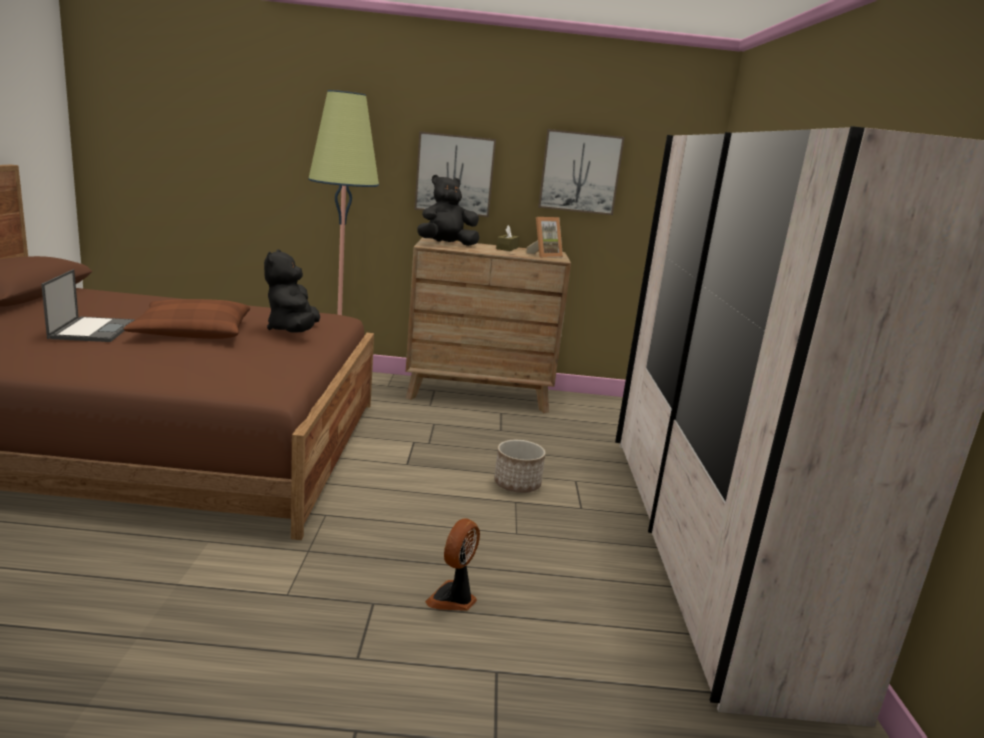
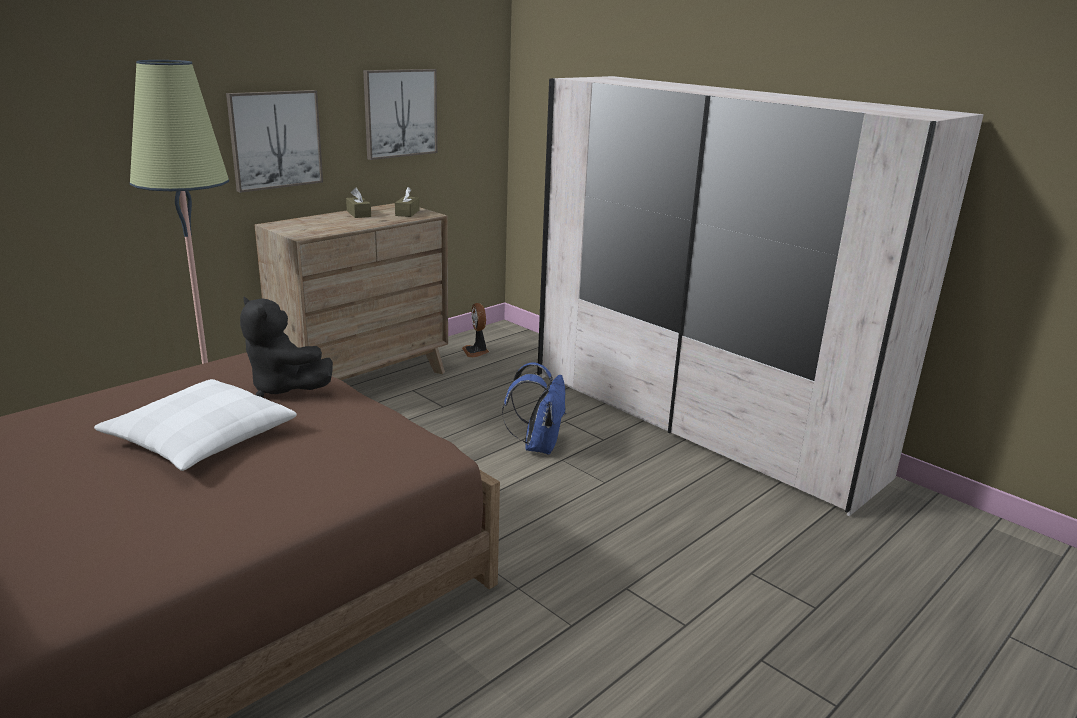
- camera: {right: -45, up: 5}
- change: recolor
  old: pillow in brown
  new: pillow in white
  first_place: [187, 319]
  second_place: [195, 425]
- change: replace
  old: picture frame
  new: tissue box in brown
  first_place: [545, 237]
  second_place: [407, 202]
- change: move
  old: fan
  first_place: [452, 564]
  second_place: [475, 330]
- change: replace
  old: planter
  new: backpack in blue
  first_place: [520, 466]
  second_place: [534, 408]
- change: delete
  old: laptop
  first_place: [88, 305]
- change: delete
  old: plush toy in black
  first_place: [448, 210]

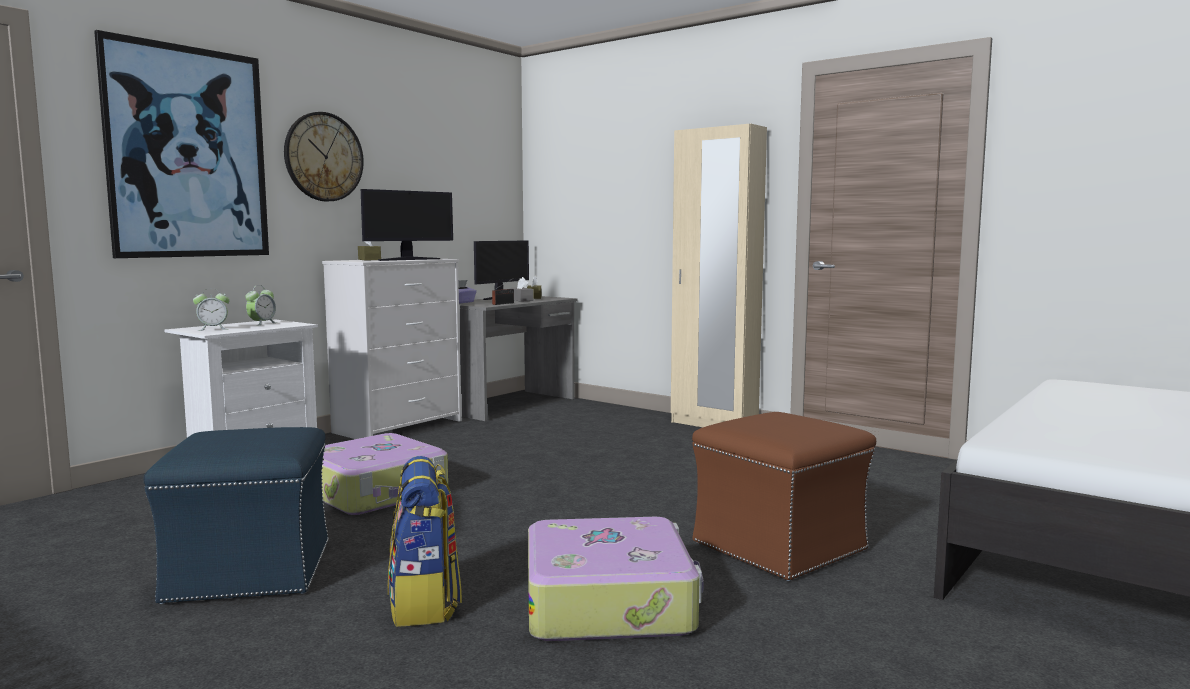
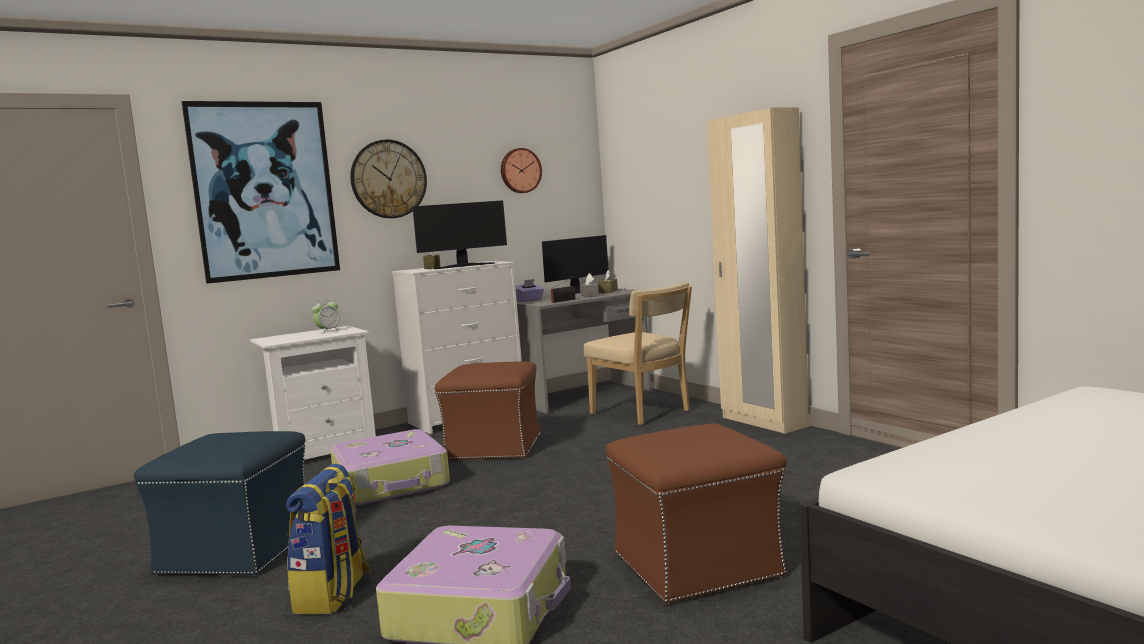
- camera: {right: 20, up: 0}
- change: insert
  new: ottoman in brown
  second_place: [487, 410]
- change: insert
  new: wall clock
  second_place: [521, 170]
- change: insert
  new: chair in beige
  second_place: [638, 353]
- change: delete
  old: alarm clock
  first_place: [211, 309]

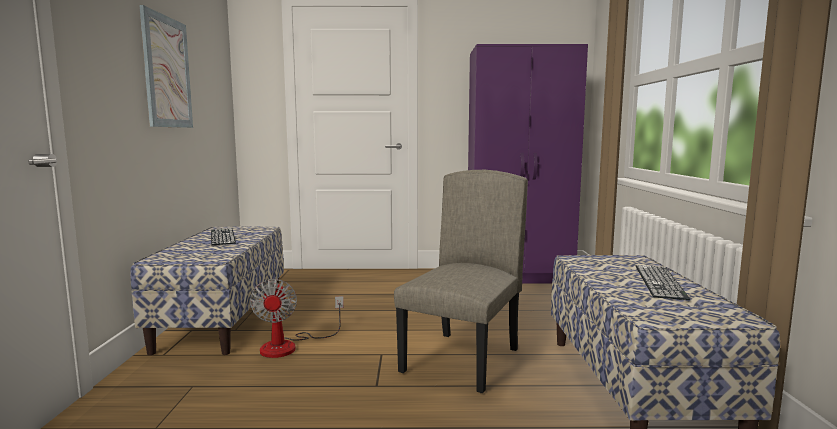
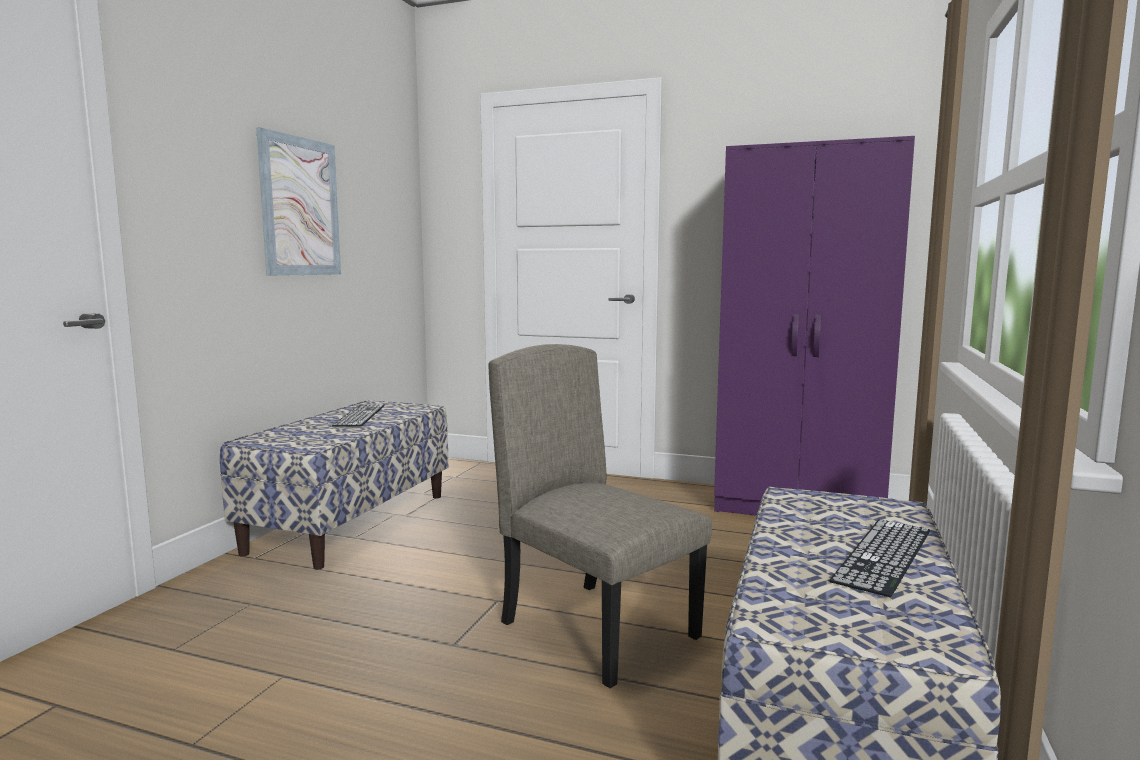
- camera: {right: 20, up: 0}
- change: rotate
  old: chair in beige
  first_place: [461, 281]
  second_place: [600, 516]
  degrees: -90
- change: delete
  old: fan
  first_place: [297, 318]

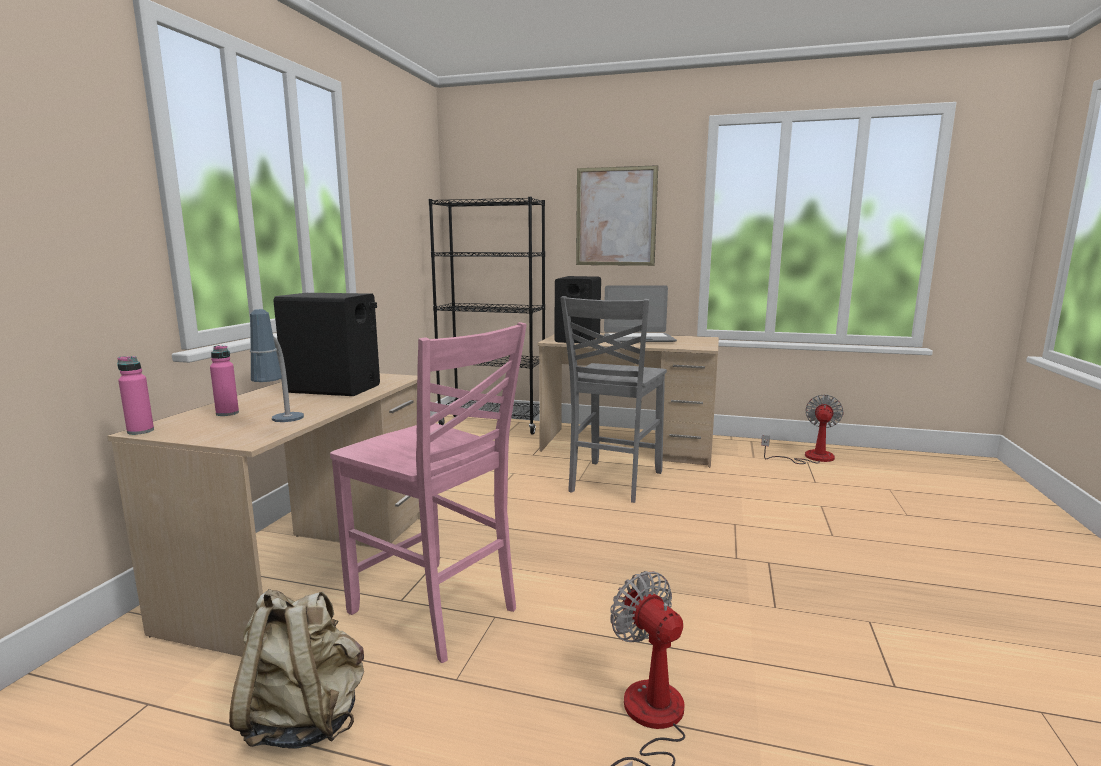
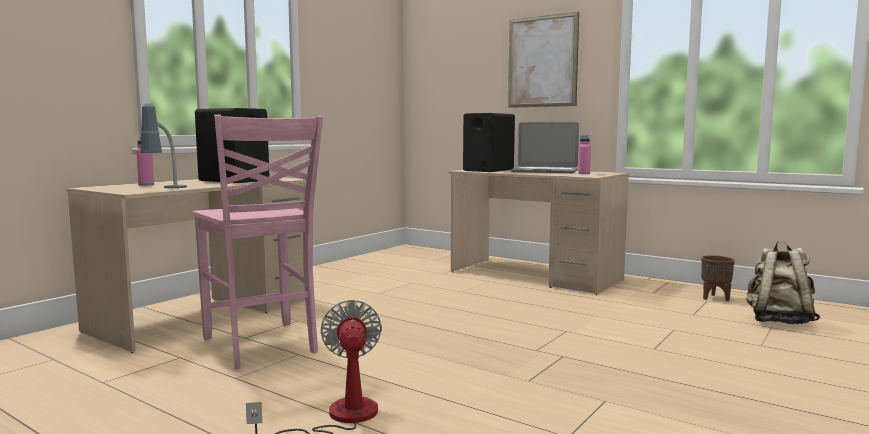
- camera: {right: 20, up: -5}
- change: move
  old: bottle in pink
  first_place: [135, 395]
  second_place: [584, 154]
- change: replace
  old: fan
  new: planter in brown
  first_place: [802, 429]
  second_place: [718, 278]
- change: move
  old: backpack in beige
  first_place: [296, 669]
  second_place: [783, 282]
- change: delete
  old: bookcase in black
  first_place: [487, 316]
- change: delete
  old: chair in grey
  first_place: [613, 399]

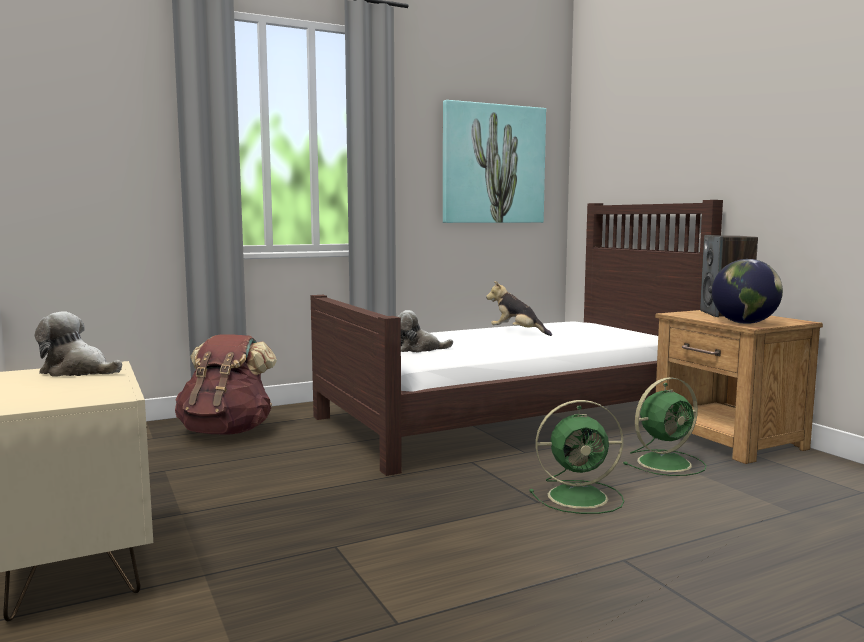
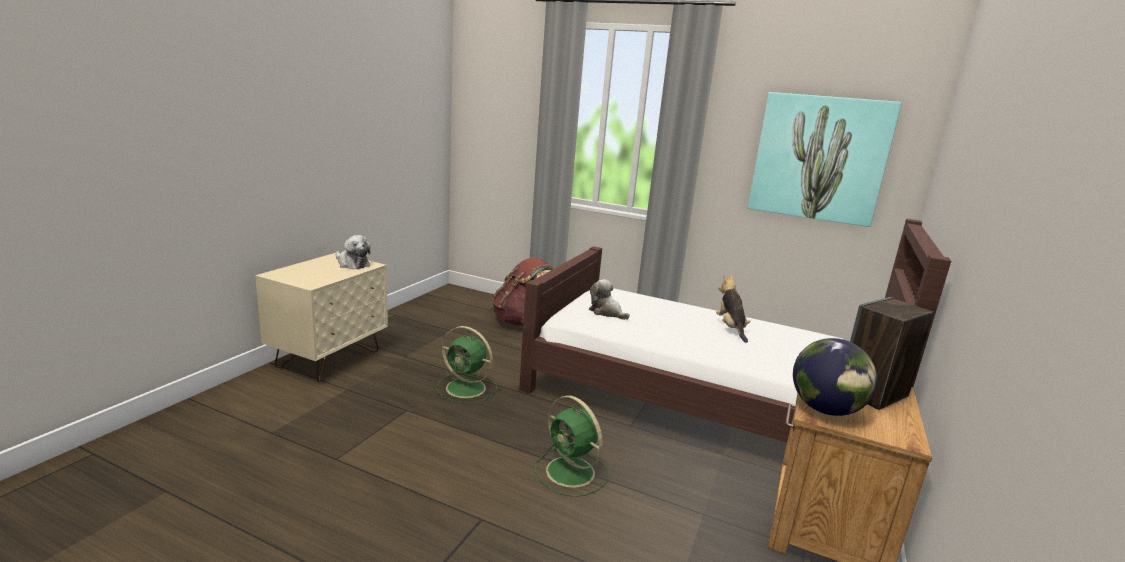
- camera: {right: 50, up: 10}
- change: rotate
  old: plush toy
  first_place: [78, 344]
  second_place: [353, 252]
  degrees: 150
- change: move
  old: fan in green
  first_place: [665, 426]
  second_place: [466, 365]

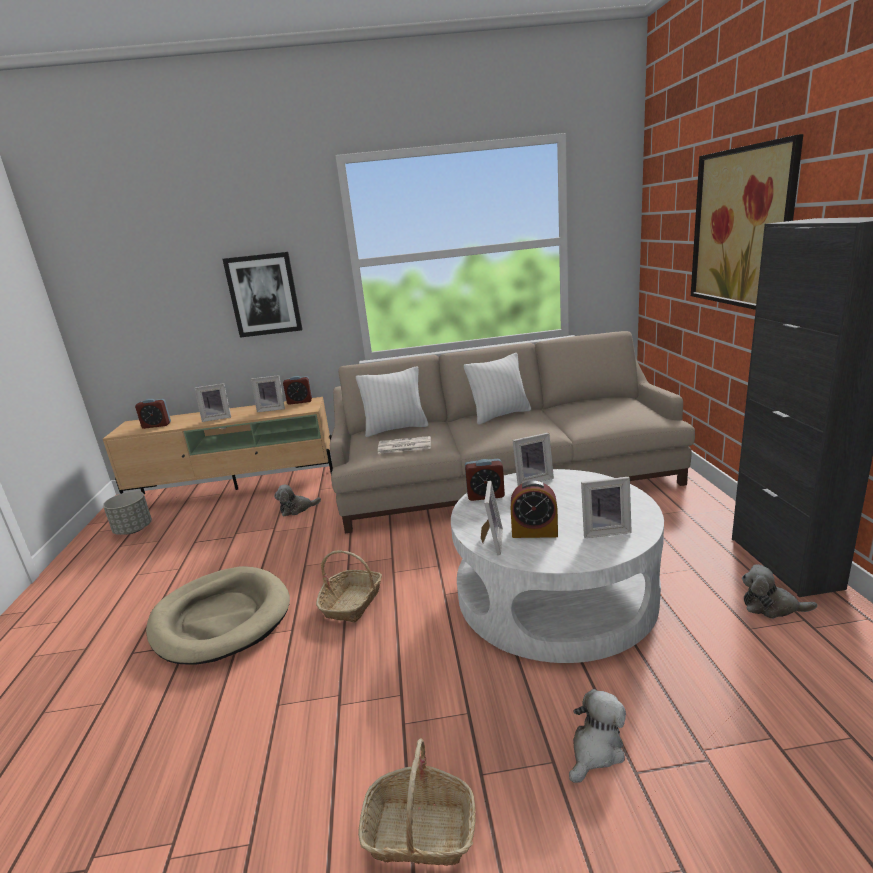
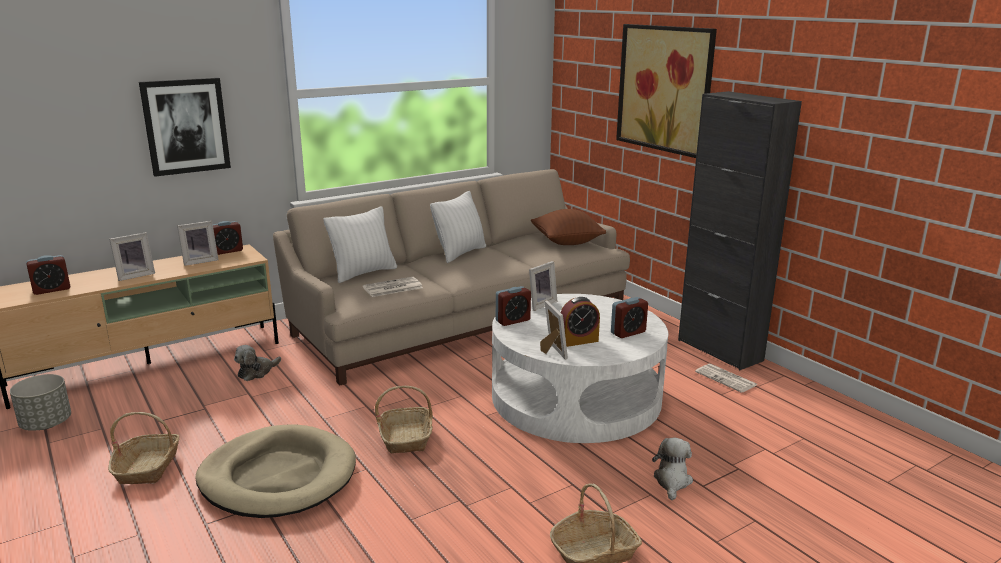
- camera: {right: -30, up: 0}
- change: insert
  new: basket
  second_place: [144, 448]
- change: insert
  new: pillow in brown
  second_place: [568, 227]
- change: replace
  old: picture frame
  new: alarm clock
  first_place: [606, 507]
  second_place: [629, 317]
- change: replace
  old: plush toy
  new: newspaper
  first_place: [779, 592]
  second_place: [726, 378]

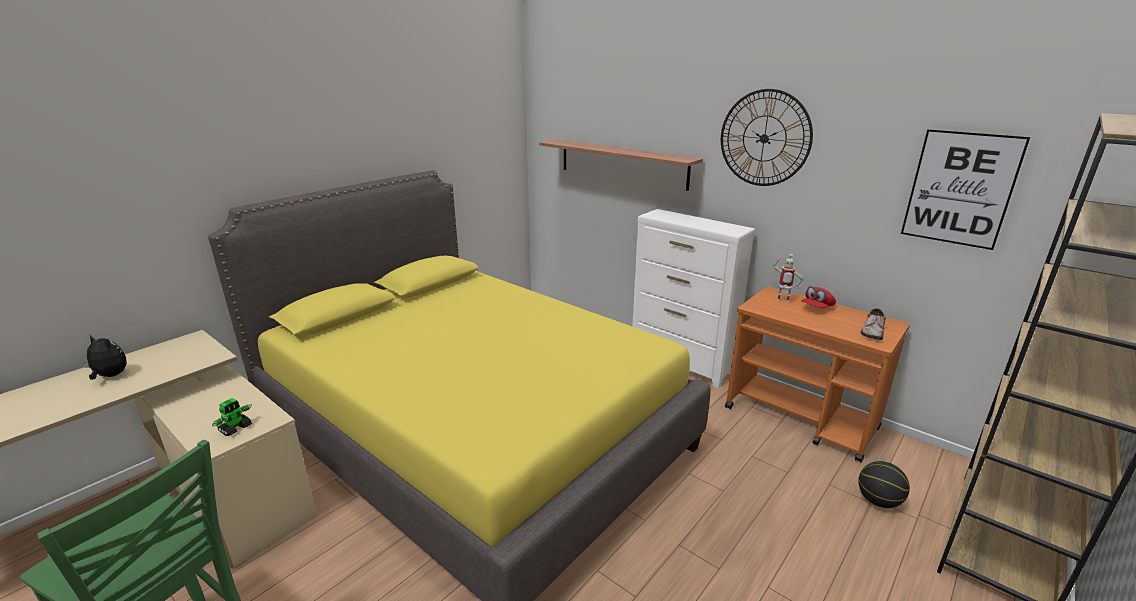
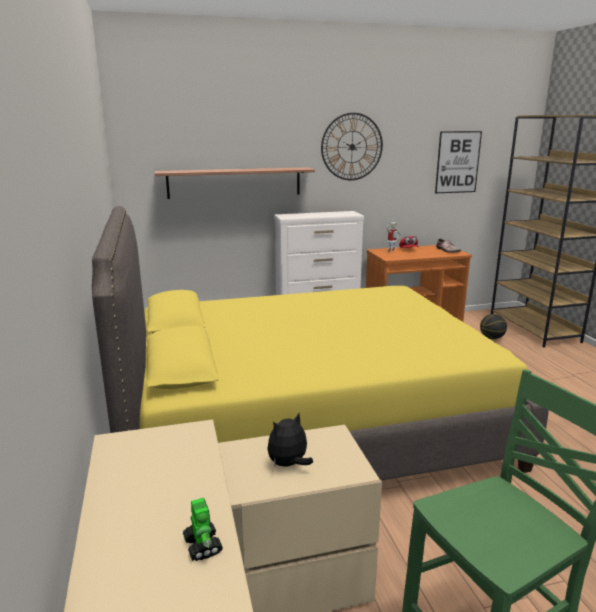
- camera: {right: -55, up: -5}
- change: move
  old: toy robot
  first_place: [232, 417]
  second_place: [203, 529]
- change: move
  old: plush toy
  first_place: [105, 357]
  second_place: [290, 440]

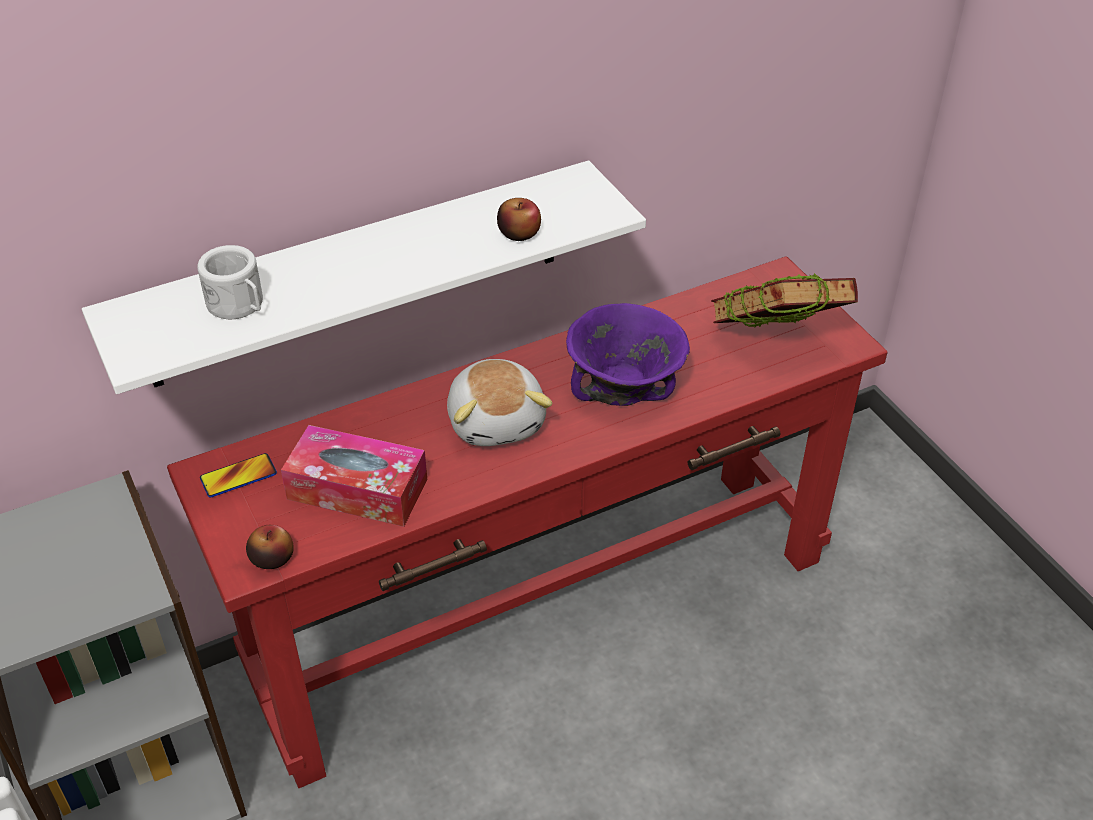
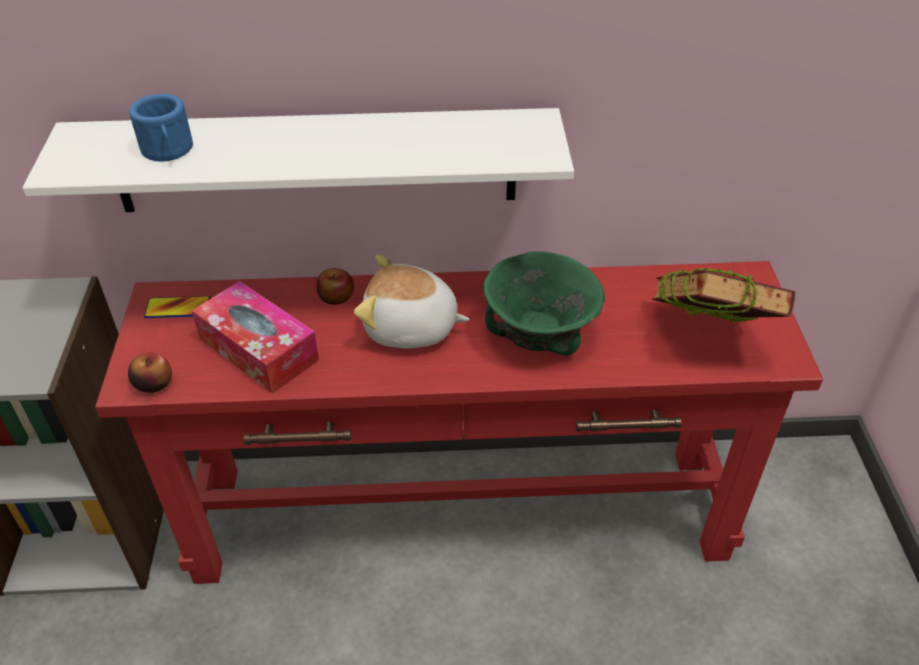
- camera: {right: 25, up: 0}
- change: recolor
  old: mug in white
  new: mug in blue
  first_place: [230, 282]
  second_place: [161, 127]
- change: move
  old: apple
  first_place: [519, 219]
  second_place: [335, 286]
- change: rotate
  old: plush toy
  first_place: [500, 402]
  second_place: [411, 302]
  degrees: 90
- change: recolor
  old: bowl in purple
  new: bowl in green
  first_place: [628, 354]
  second_place: [544, 304]

